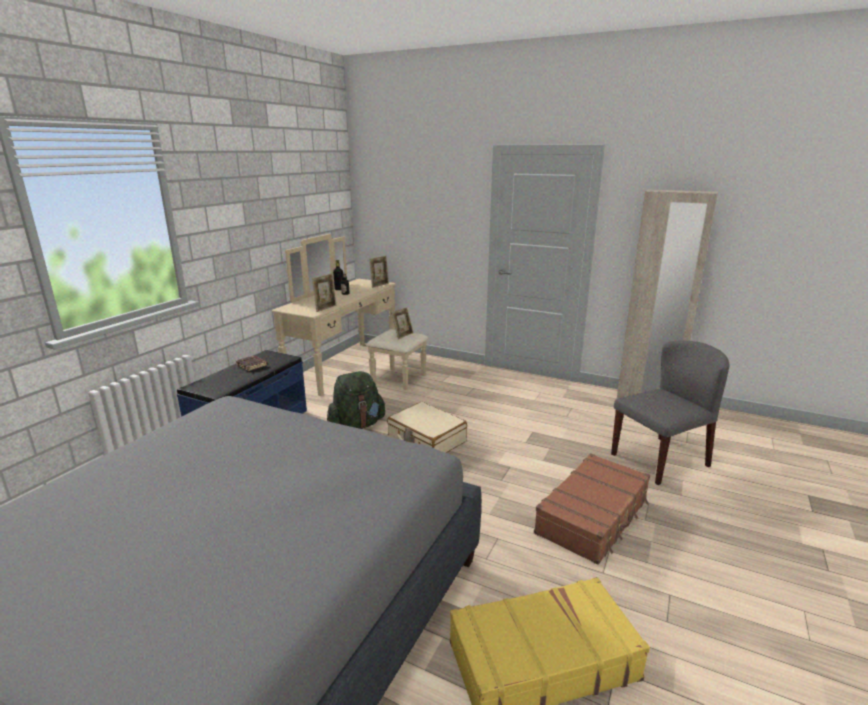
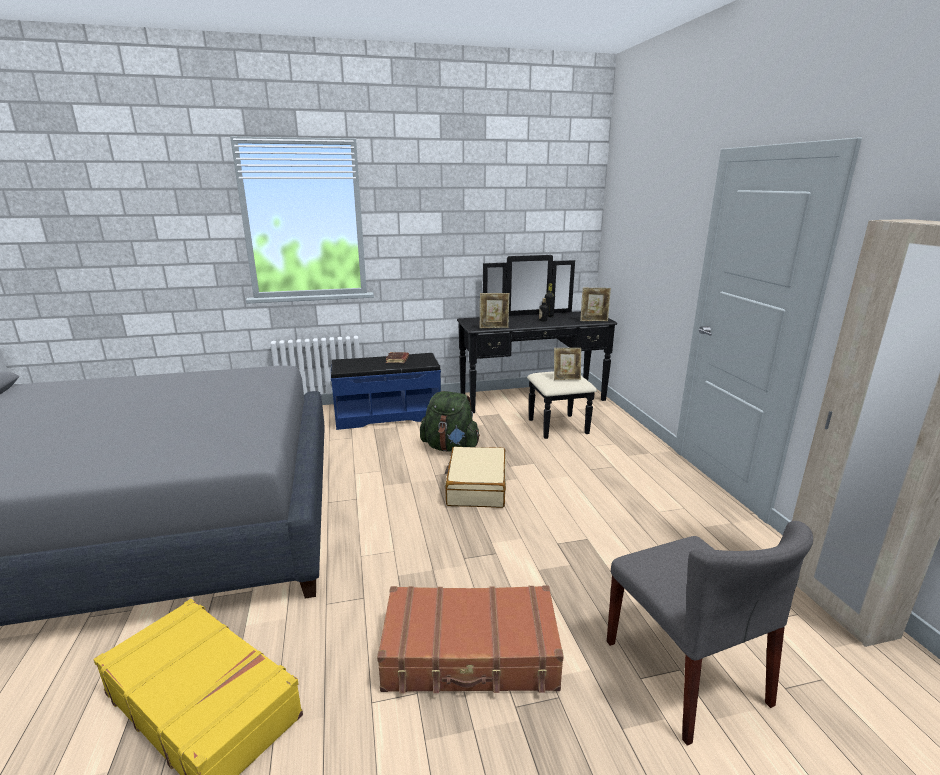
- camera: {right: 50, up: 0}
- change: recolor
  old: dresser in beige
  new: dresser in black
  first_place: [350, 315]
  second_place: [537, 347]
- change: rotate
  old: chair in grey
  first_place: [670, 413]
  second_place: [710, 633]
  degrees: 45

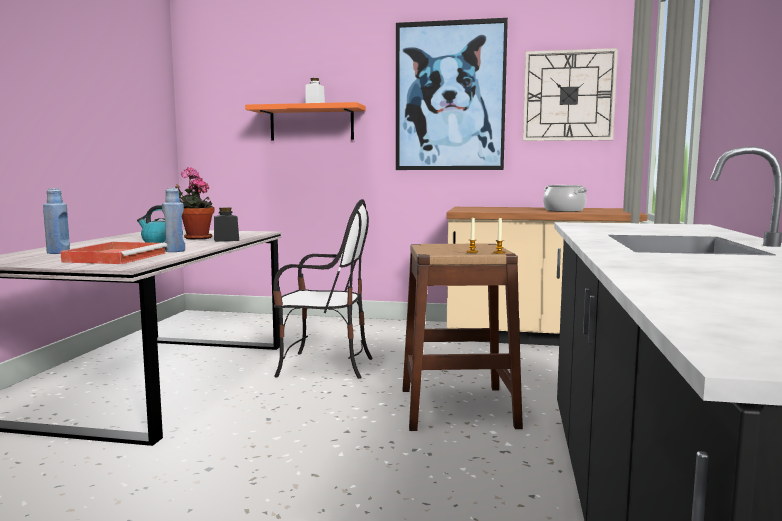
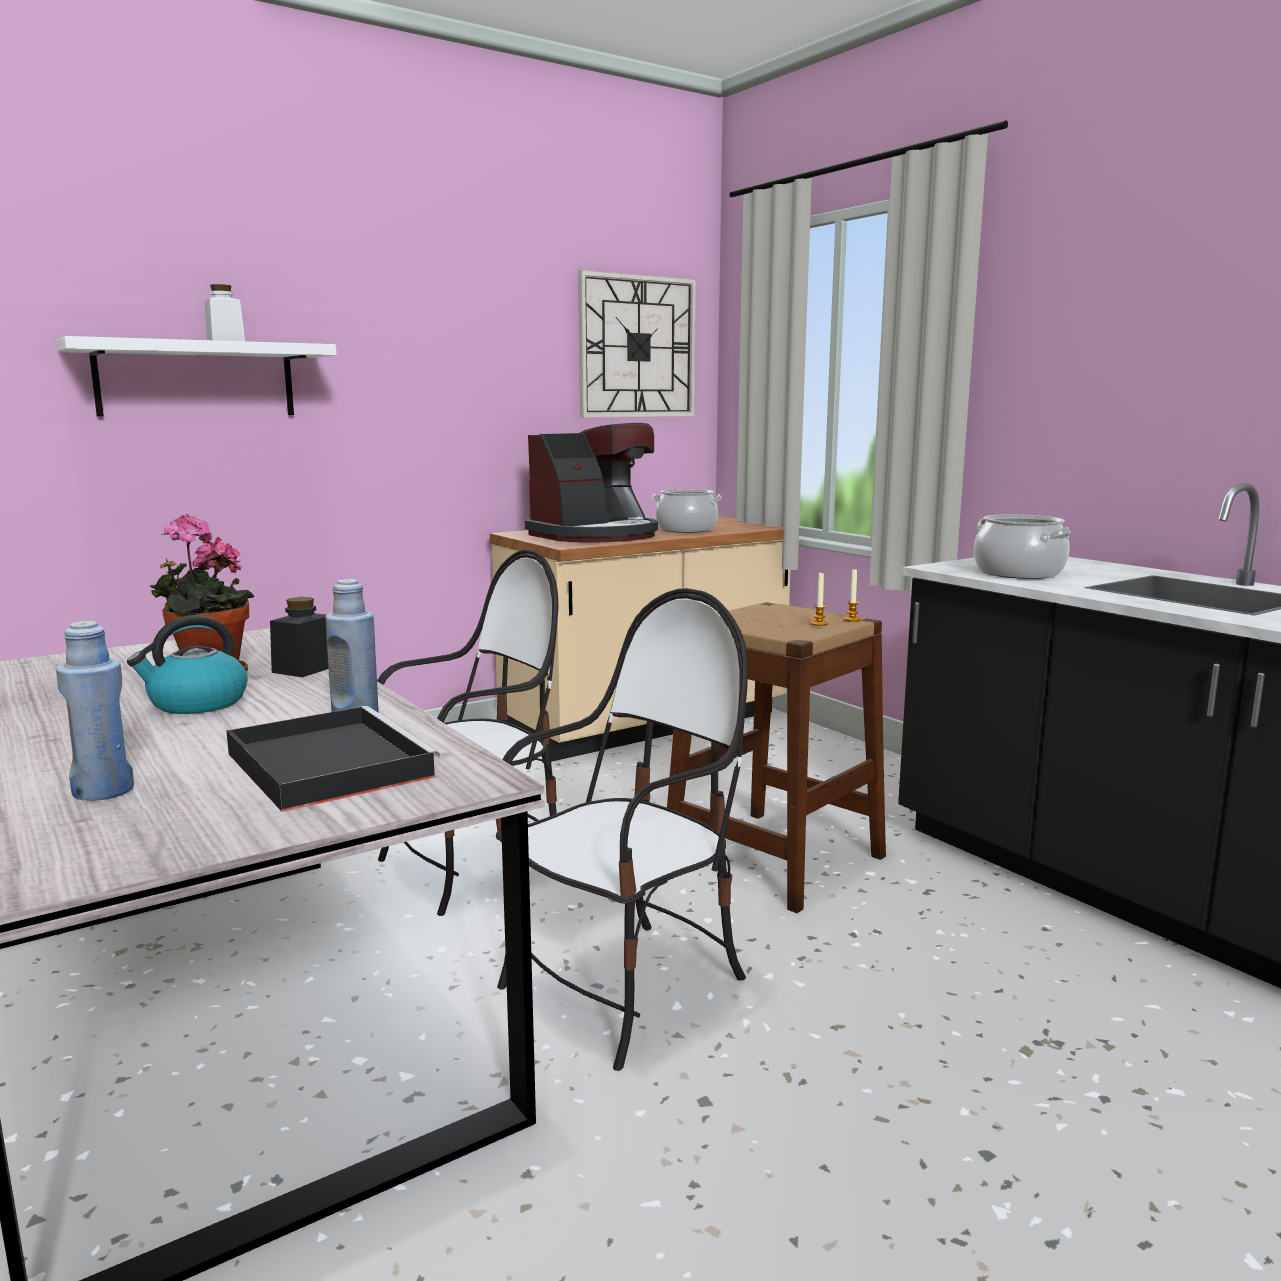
- camera: {right: -45, up: 5}
- change: recolor
  old: shelf in orange
  new: shelf in white
  first_place: [305, 121]
  second_place: [196, 376]
- change: recolor
  old: tray in red
  new: tray in black
  first_place: [113, 253]
  second_place: [333, 759]
- change: insert
  new: chair
  second_place: [622, 829]
- change: insert
  new: coffee machine
  second_place: [591, 483]
- change: insert
  new: cooking pot
  second_place: [1022, 546]
- change: delete
  old: picture
  first_place: [452, 94]

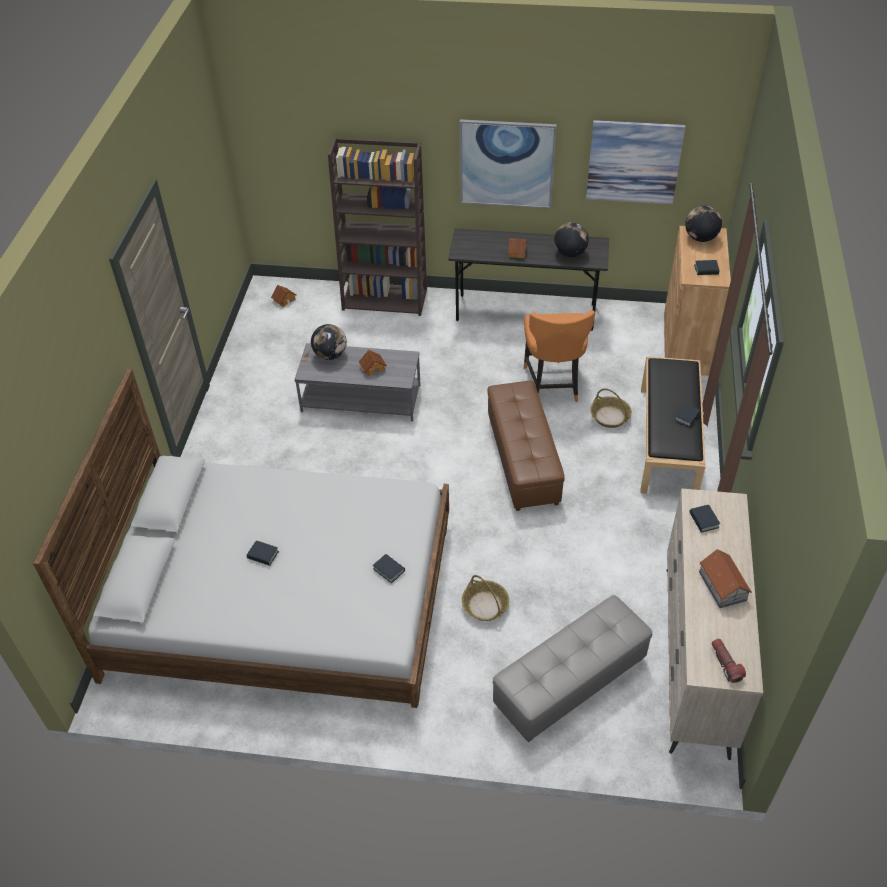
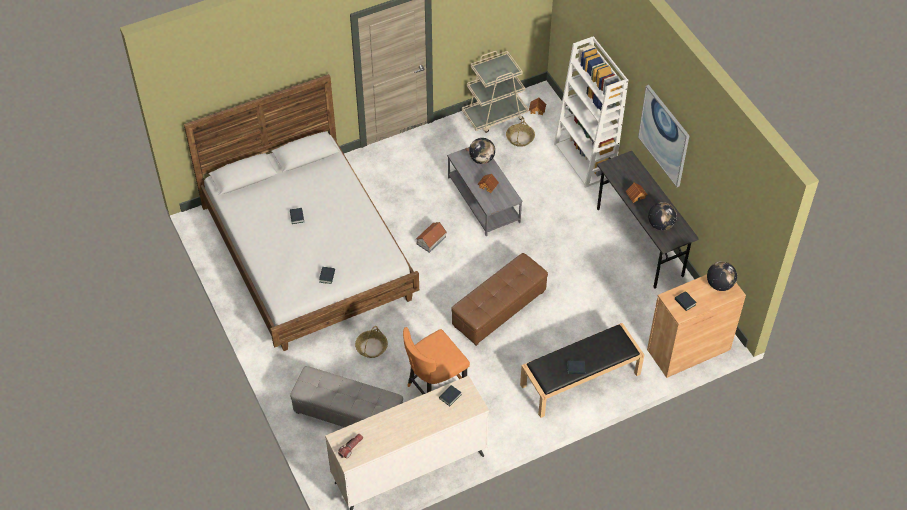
- camera: {right: 55, up: 5}
- change: move
  old: chair in orange
  first_place: [559, 356]
  second_place: [436, 360]
- change: move
  old: toy house
  first_place: [725, 578]
  second_place: [431, 237]
- change: insert
  new: cart in beige
  second_place: [495, 92]
- change: move
  old: basket
  first_place: [611, 408]
  second_place: [520, 132]
- change: recolor
  old: bookcase in brown
  new: bookcase in white
  first_place: [377, 227]
  second_place: [591, 112]
- change: delete
  old: picture
  first_place: [635, 162]

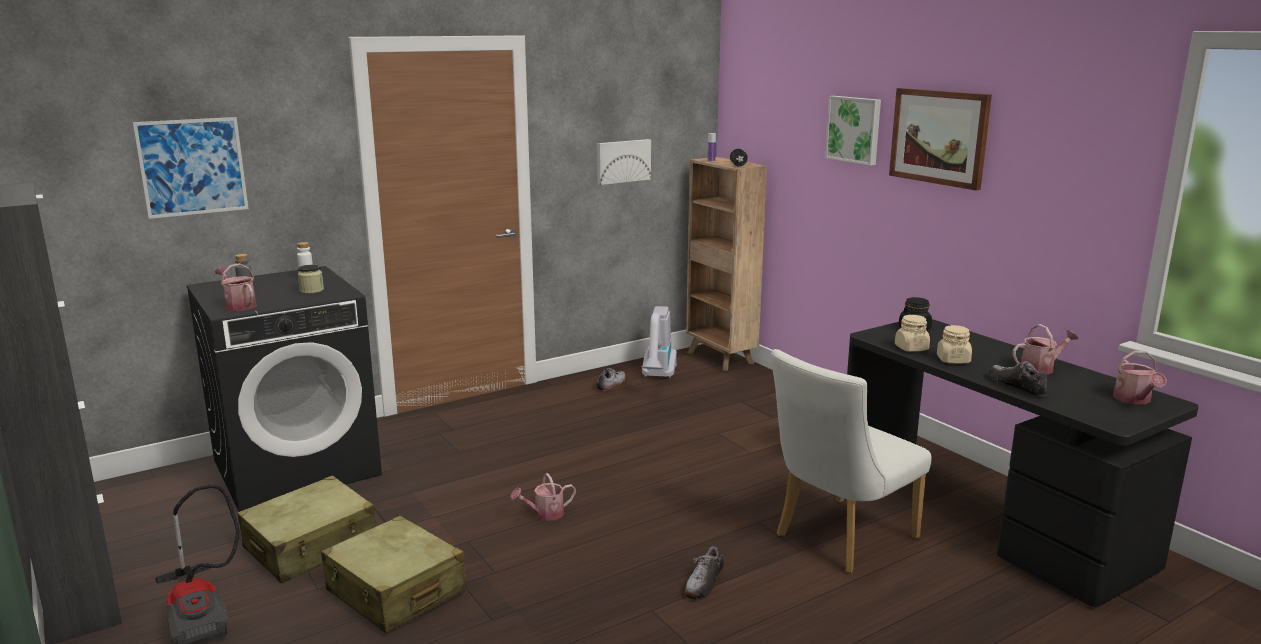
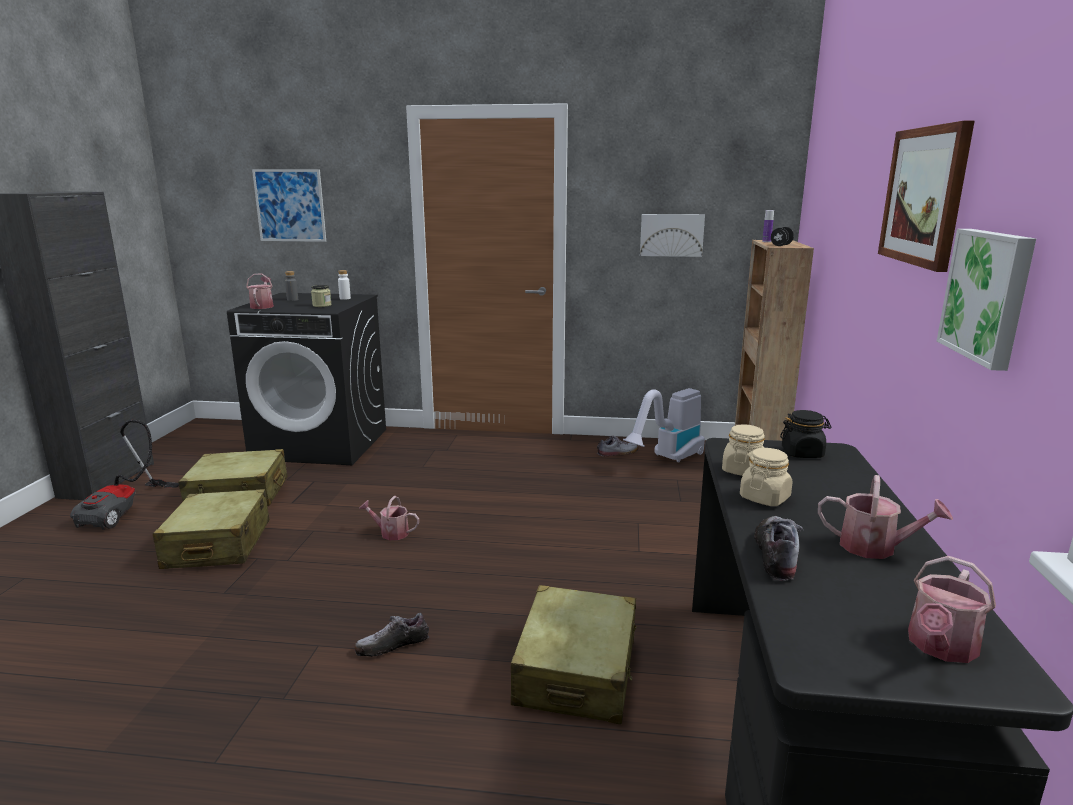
- camera: {right: 40, up: 0}
- change: replace
  old: chair in white
  new: suitcase in beige
  first_place: [851, 461]
  second_place: [574, 654]
- change: move
  old: picture
  first_place: [853, 130]
  second_place: [986, 300]

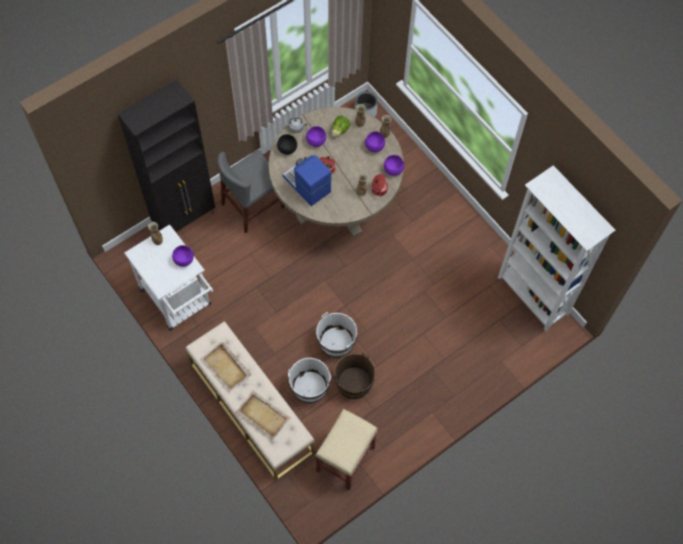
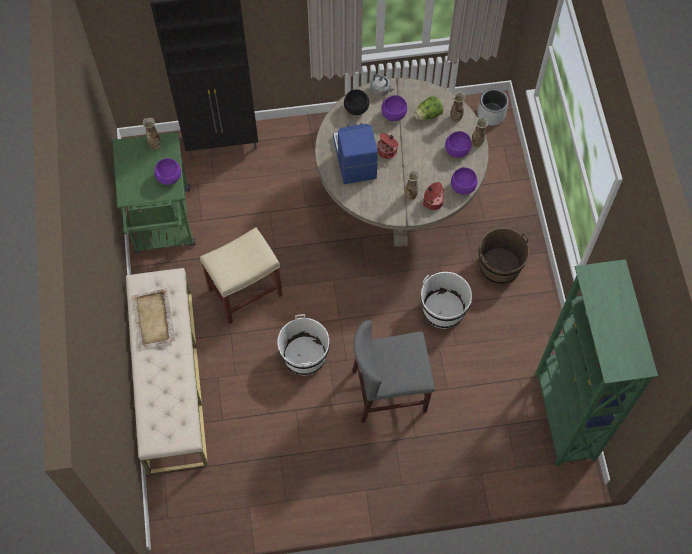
- camera: {right: 30, up: 0}
- change: recolor
  old: cart in white
  new: cart in green
  first_place: [168, 277]
  second_place: [154, 192]
- change: move
  old: stool in beige
  first_place: [346, 449]
  second_place: [241, 275]
- change: move
  old: chair in grey
  first_place: [250, 191]
  second_place: [393, 371]
- change: move
  old: bucket in white
  first_place: [309, 380]
  second_place: [446, 300]
- change: move
  old: bucket in brown
  first_place: [355, 375]
  second_place: [504, 256]
- change: recolor
  old: bookcase in white
  new: bookcase in green
  first_place: [557, 248]
  second_place: [596, 362]
- change: delete
  old: tray in beige
  first_place: [263, 415]

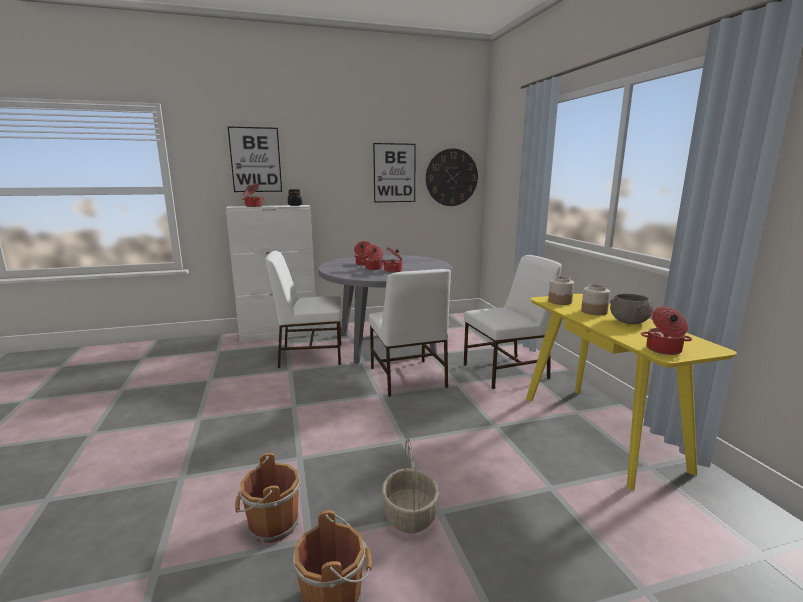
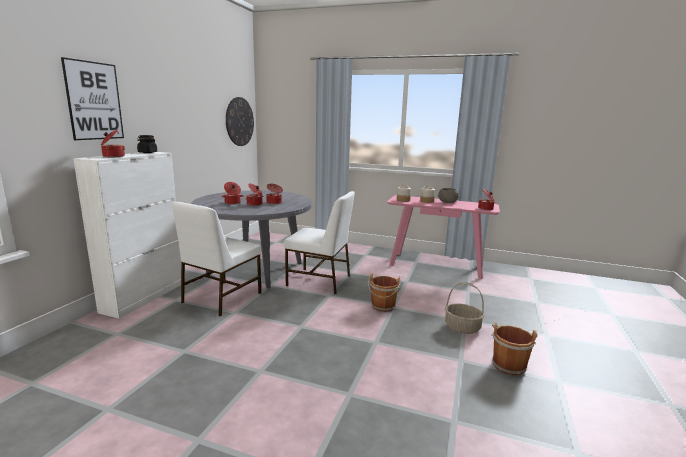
- camera: {right: -55, up: 0}
- change: move
  old: bucket in brown
  first_place: [267, 498]
  second_place: [384, 292]
- change: recolor
  old: console table in yellow
  new: console table in pink
  first_place: [631, 392]
  second_place: [443, 237]
- change: delete
  old: picture
  first_place: [394, 173]
- change: delete
  old: chair in white
  first_place: [513, 322]

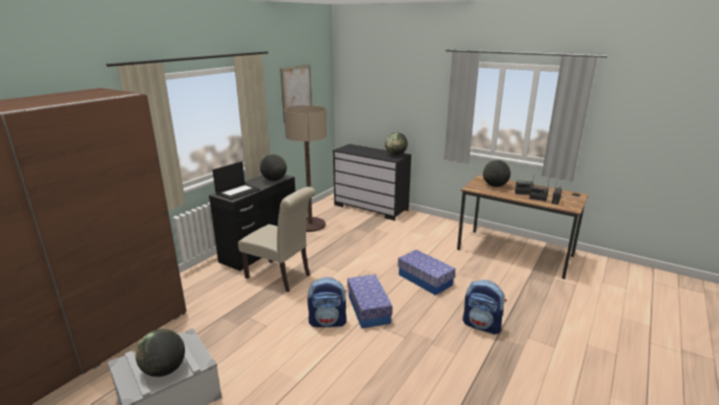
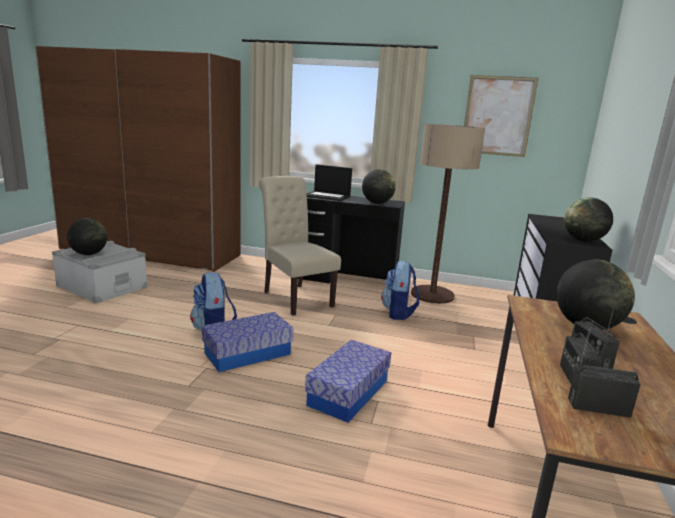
- camera: {right: 70, up: -5}
- change: rotate
  old: chair in beige
  first_place: [276, 239]
  second_place: [300, 246]
  degrees: 135
- change: move
  old: backpack
  first_place: [485, 307]
  second_place: [400, 290]

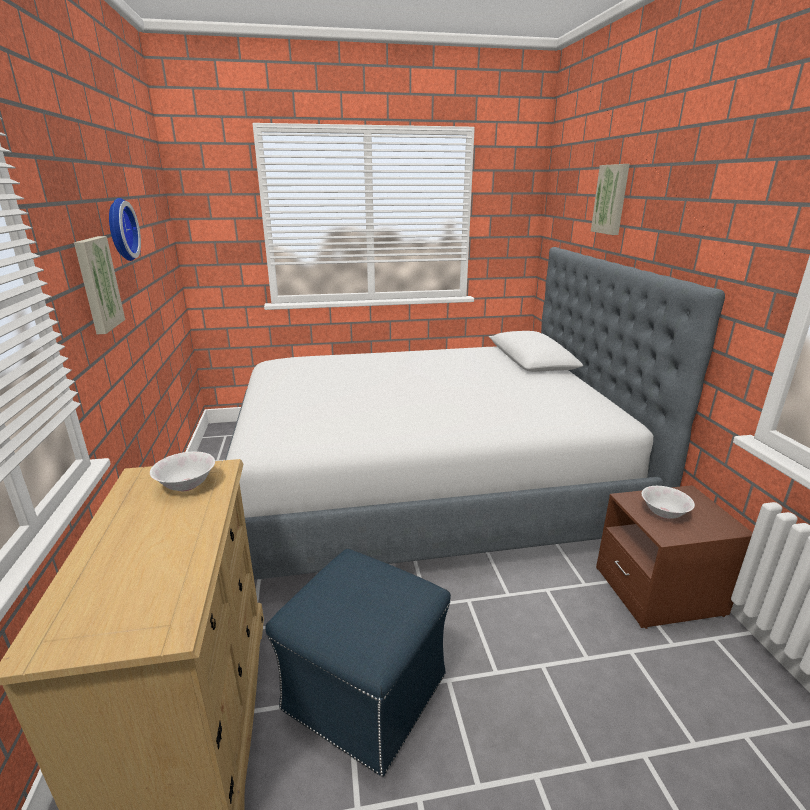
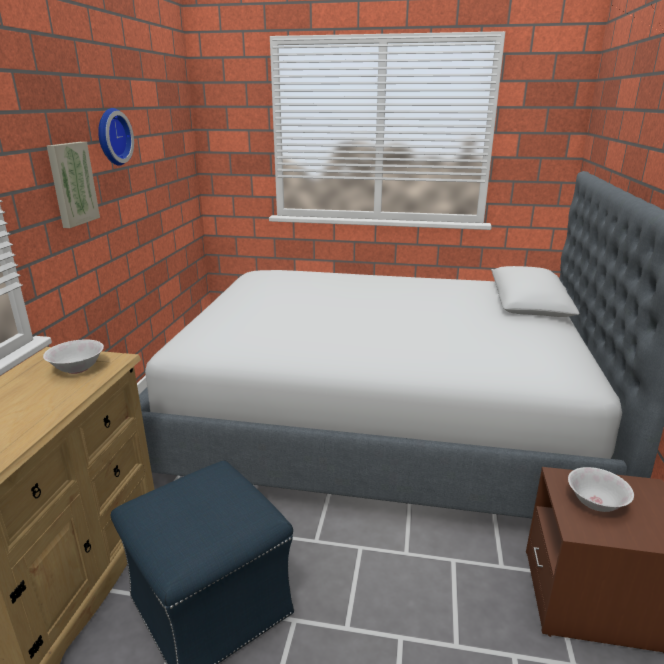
- camera: {right: 20, up: 0}
- change: delete
  old: picture
  first_place: [610, 199]

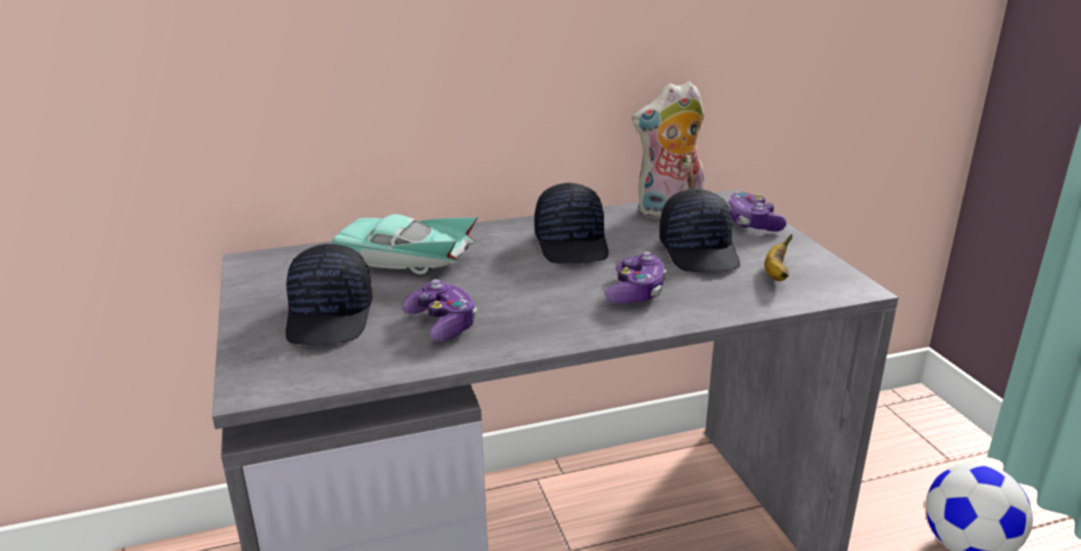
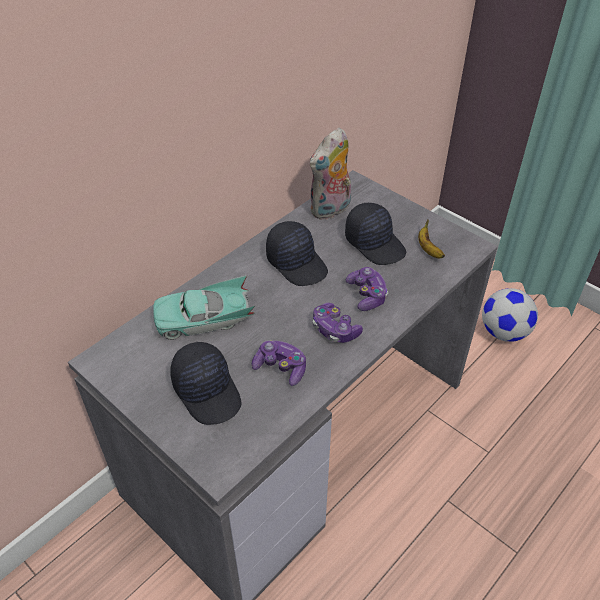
- camera: {right: -30, up: 20}
- change: move
  old: game controller
  first_place: [757, 212]
  second_place: [338, 323]

